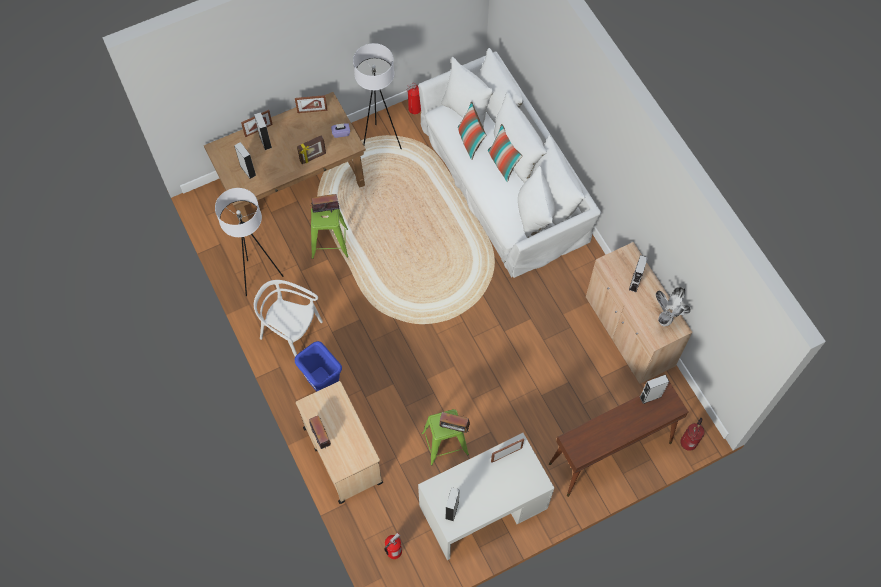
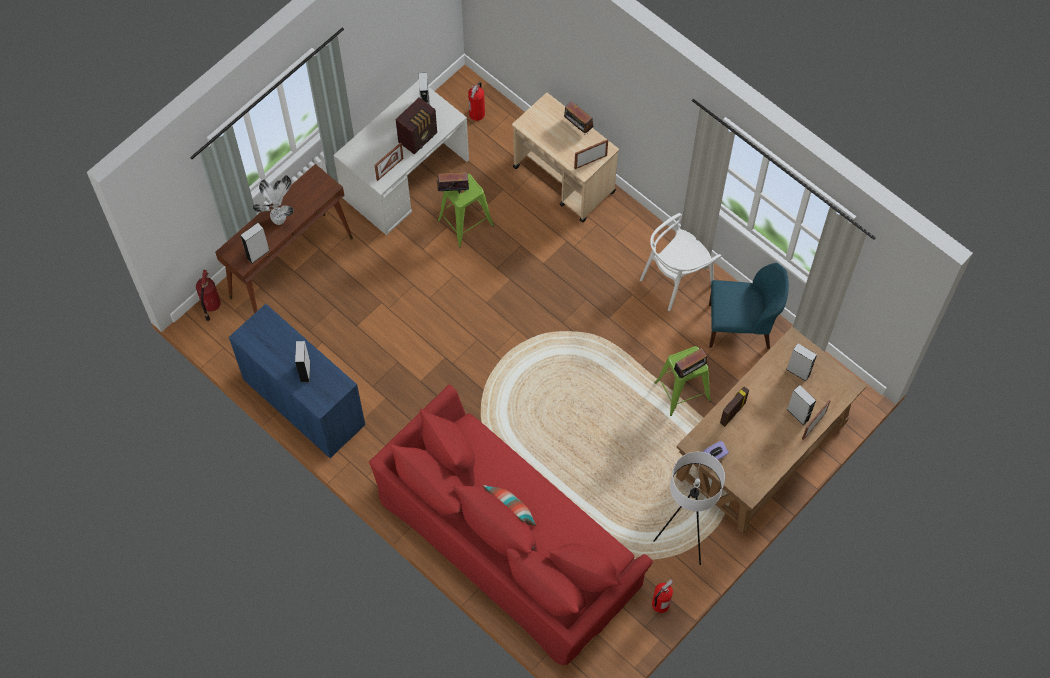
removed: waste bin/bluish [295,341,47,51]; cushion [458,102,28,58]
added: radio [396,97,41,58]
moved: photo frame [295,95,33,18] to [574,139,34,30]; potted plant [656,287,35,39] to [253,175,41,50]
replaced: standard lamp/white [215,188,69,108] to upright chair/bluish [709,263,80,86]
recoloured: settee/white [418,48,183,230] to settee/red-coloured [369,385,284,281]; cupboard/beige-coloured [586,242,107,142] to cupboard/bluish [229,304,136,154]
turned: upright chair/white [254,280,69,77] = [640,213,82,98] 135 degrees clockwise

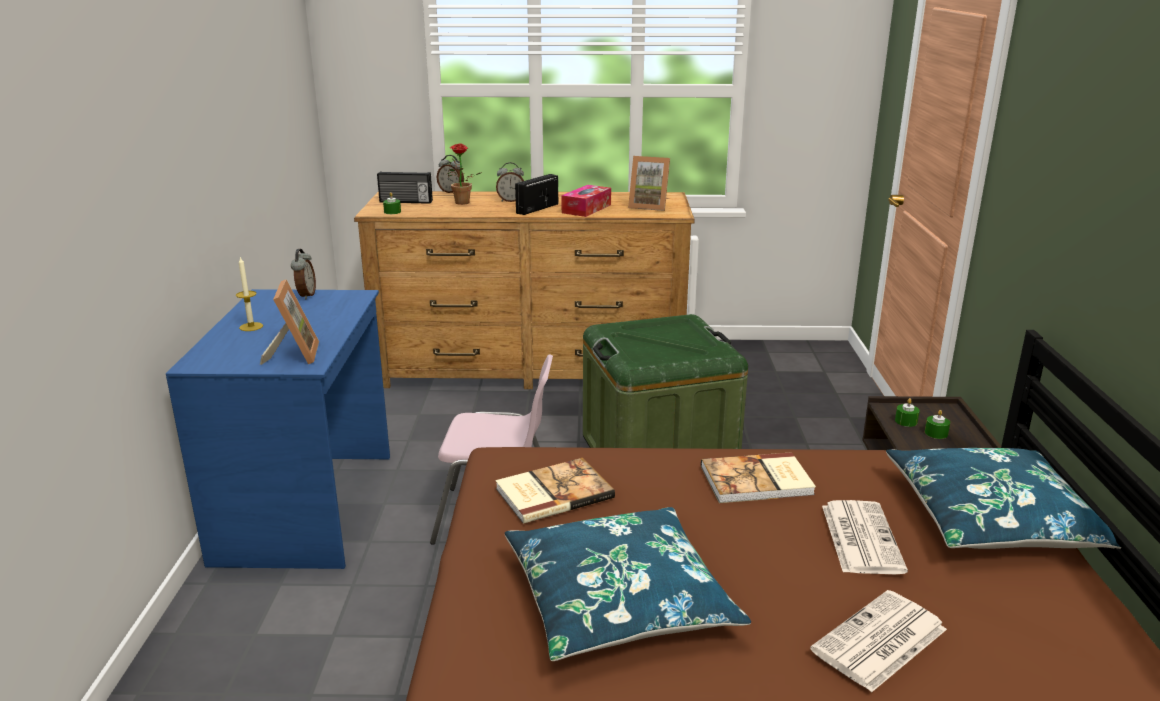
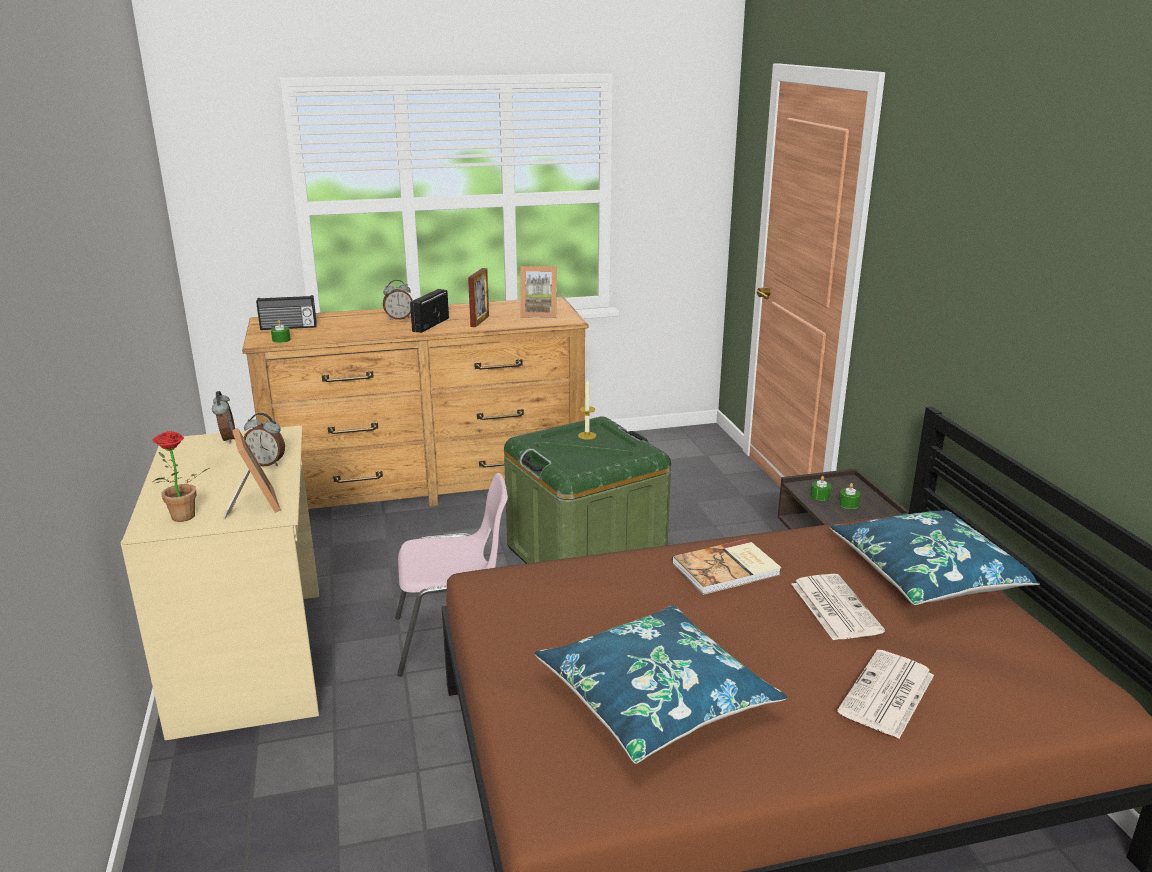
removed: bound book [495,458,120,66]
moved: wax light [236,257,27,74] to [578,379,18,61]; alarm clock [437,155,27,38] to [244,413,41,53]; potted plant [447,143,35,62] to [152,431,57,91]
replaced: tissue holder [562,185,49,32] to photo frame [468,268,21,59]
recoloured: desk/bluish [166,289,224,280] to desk/beige-coloured [121,426,198,314]

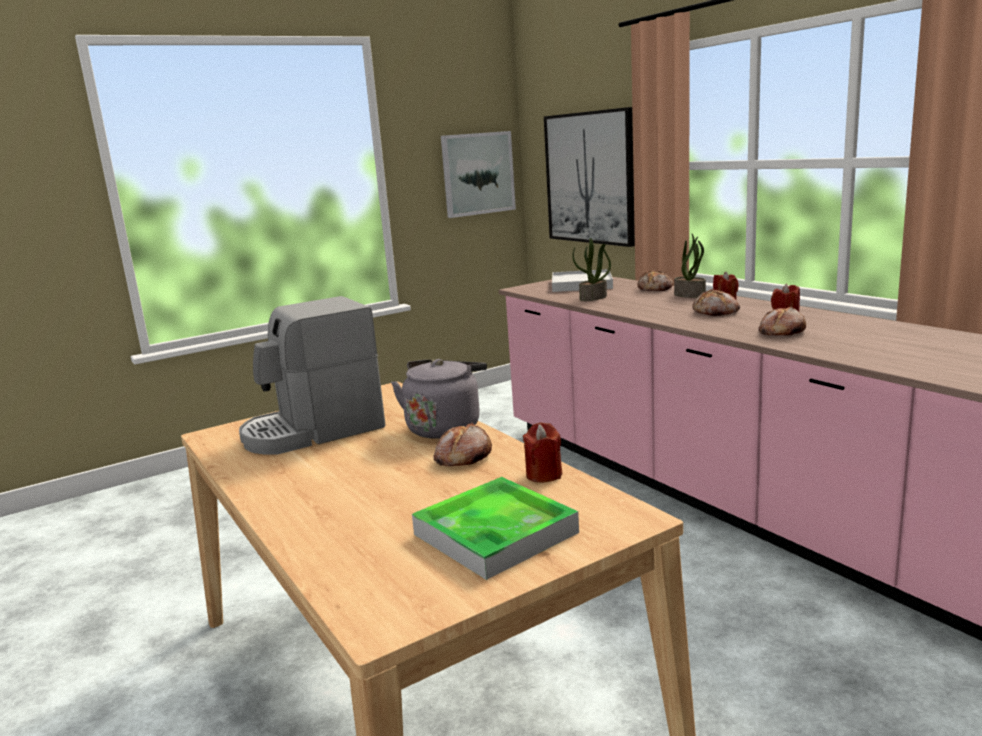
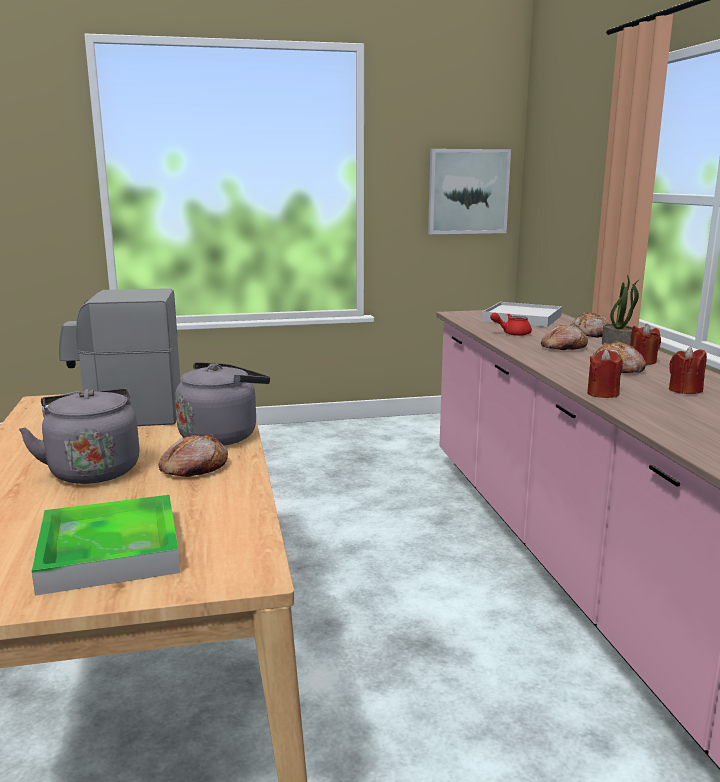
removed: wall picture [544,107,91,140]
added: tea kettle/grey [19,388,121,96]
moved: wax light/red-coloured [523,422,39,60] to [587,349,36,49]; bakery bread [758,307,48,28] to [541,325,47,25]
replaced: potted plant [572,238,39,63] to tea pot/red-coloured [490,312,42,24]

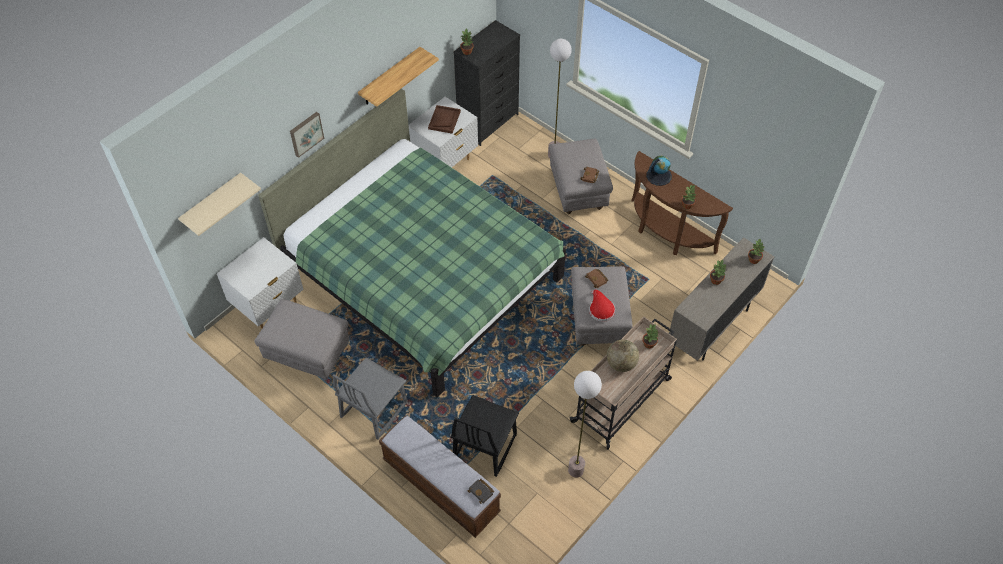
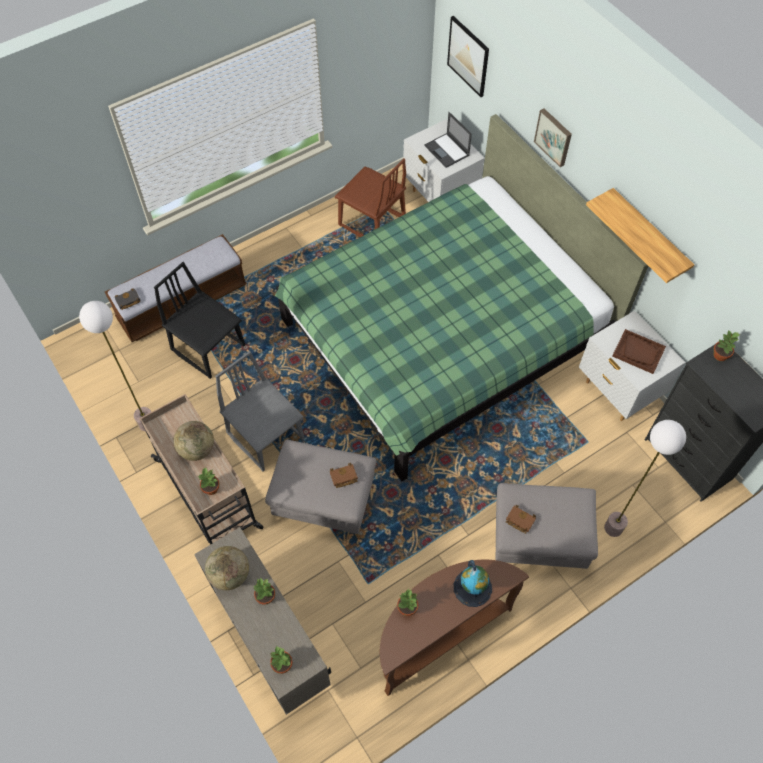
removed: hat/red-coloured [589,290,26,32]
added: globe [205,546,44,44]; portable computer [424,112,48,56]
moved: upright chair/grey [332,357,76,83] to [215,351,90,121]
replaced: shelf/beige-coloured [178,173,83,63] to wall picture [447,16,42,81]; ottoman/grey [254,299,96,81] to upright chair/brownish [335,158,71,79]

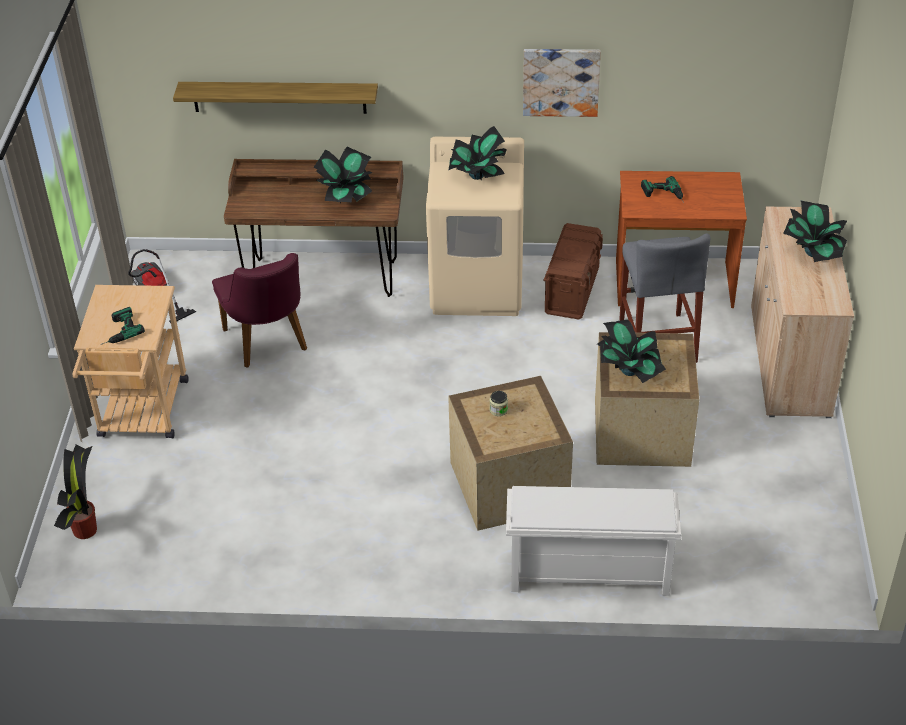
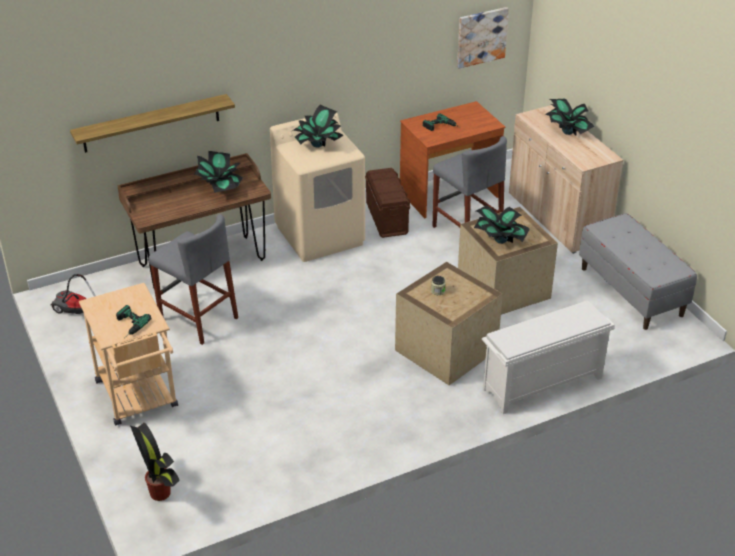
added: long seat/grey [579,213,118,117]
moved: wall picture [523,49,78,68] to [457,7,52,62]
replaced: upright chair/purple-coloured [212,253,95,115] to sitting stool/grey [149,214,89,131]

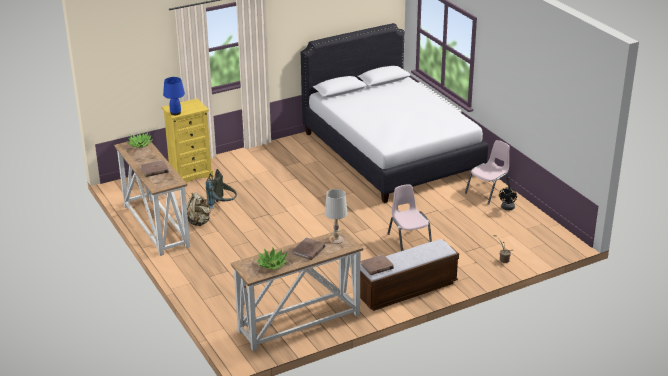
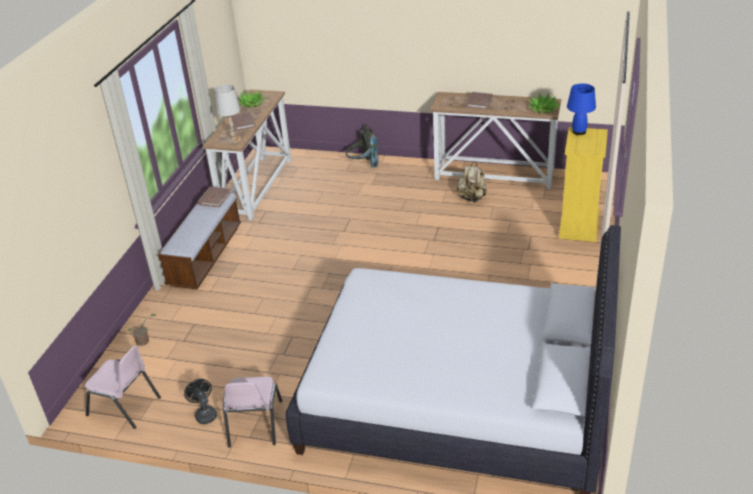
moved: knapsack/grey [206,169,31,40] to [346,124,33,44]; upright chair/pinkish [387,185,45,66] to [85,345,76,84]

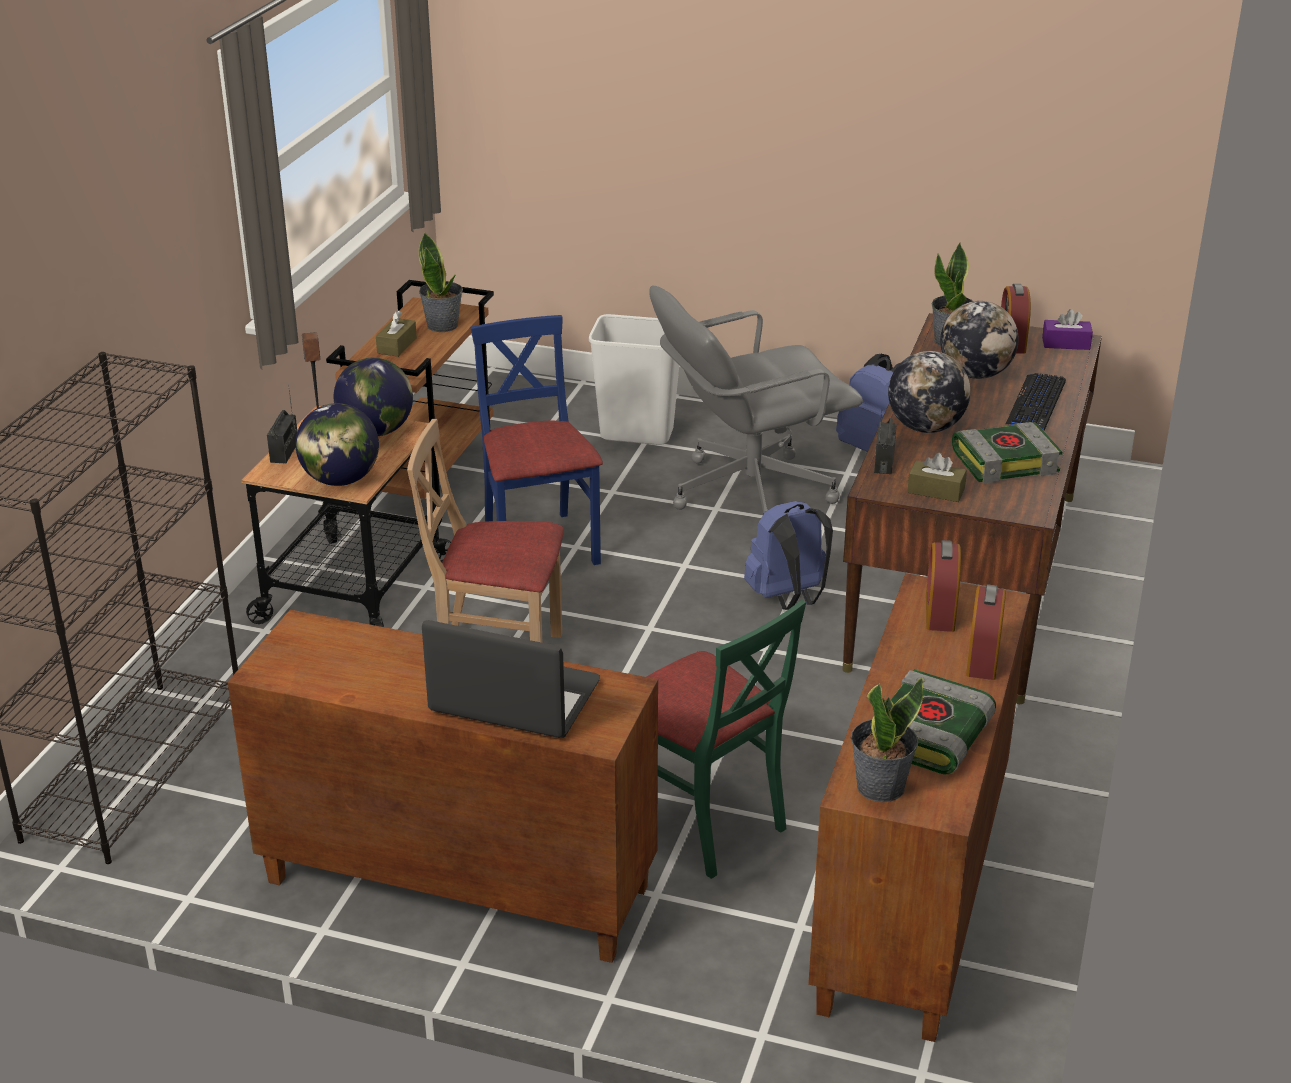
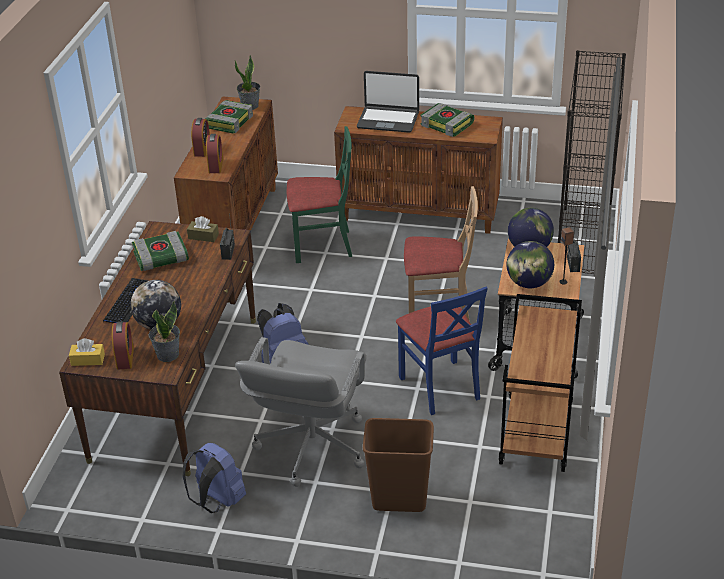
removed: tissue holder/brownish [376,311,41,46]; potted plant [419,232,44,100]; globe [888,351,82,82]
added: bound book [420,103,55,34]
recoloured: waste bin/white [589,314,90,131] to waste bin/brownish [363,418,71,94]; tissue holder/purple-coloured [1042,309,51,41] to tissue holder/yellowish [69,338,36,28]
turned: upright chair/green [647,599,159,280] = [287,126,65,137] 135 degrees clockwise; office chair/grey [649,285,214,243] = [235,337,132,150] 135 degrees clockwise

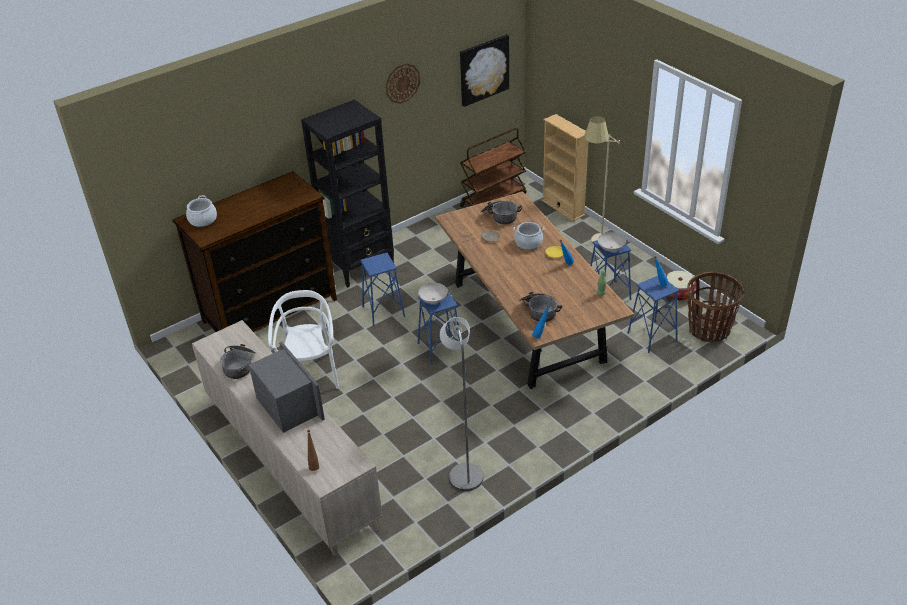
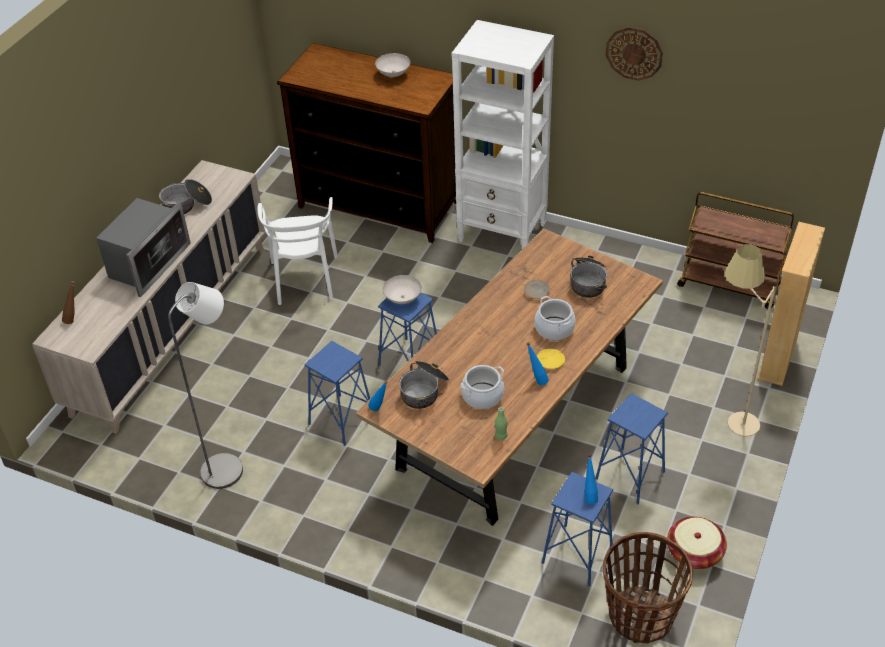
removed: wall picture [460,34,49,73]
moved: saucepot [186,195,31,32] to [461,365,43,44]; sitting stool/bluish [360,253,45,73] to [305,341,65,105]; serving bowl/white [598,232,28,20] to [375,53,36,24]
recoloured: bookshelf/blackish [301,100,93,188] to bookshelf/white [452,20,102,229]
turned: upright chair/white [268,290,71,99] = [257,197,81,108] 120 degrees clockwise

